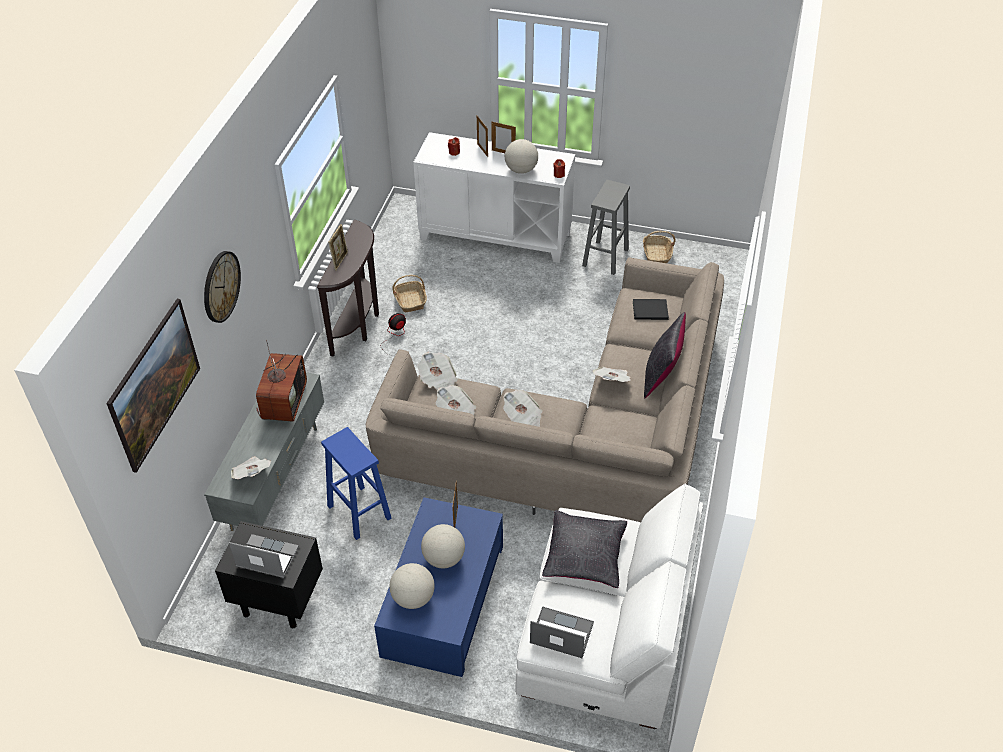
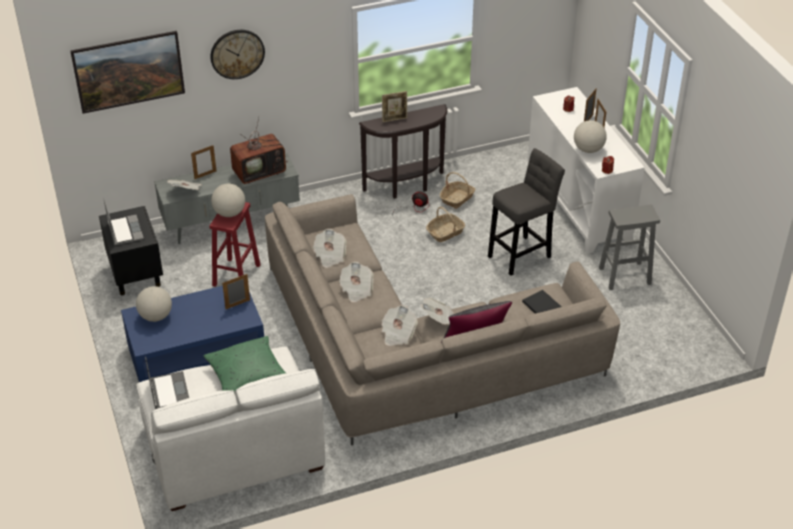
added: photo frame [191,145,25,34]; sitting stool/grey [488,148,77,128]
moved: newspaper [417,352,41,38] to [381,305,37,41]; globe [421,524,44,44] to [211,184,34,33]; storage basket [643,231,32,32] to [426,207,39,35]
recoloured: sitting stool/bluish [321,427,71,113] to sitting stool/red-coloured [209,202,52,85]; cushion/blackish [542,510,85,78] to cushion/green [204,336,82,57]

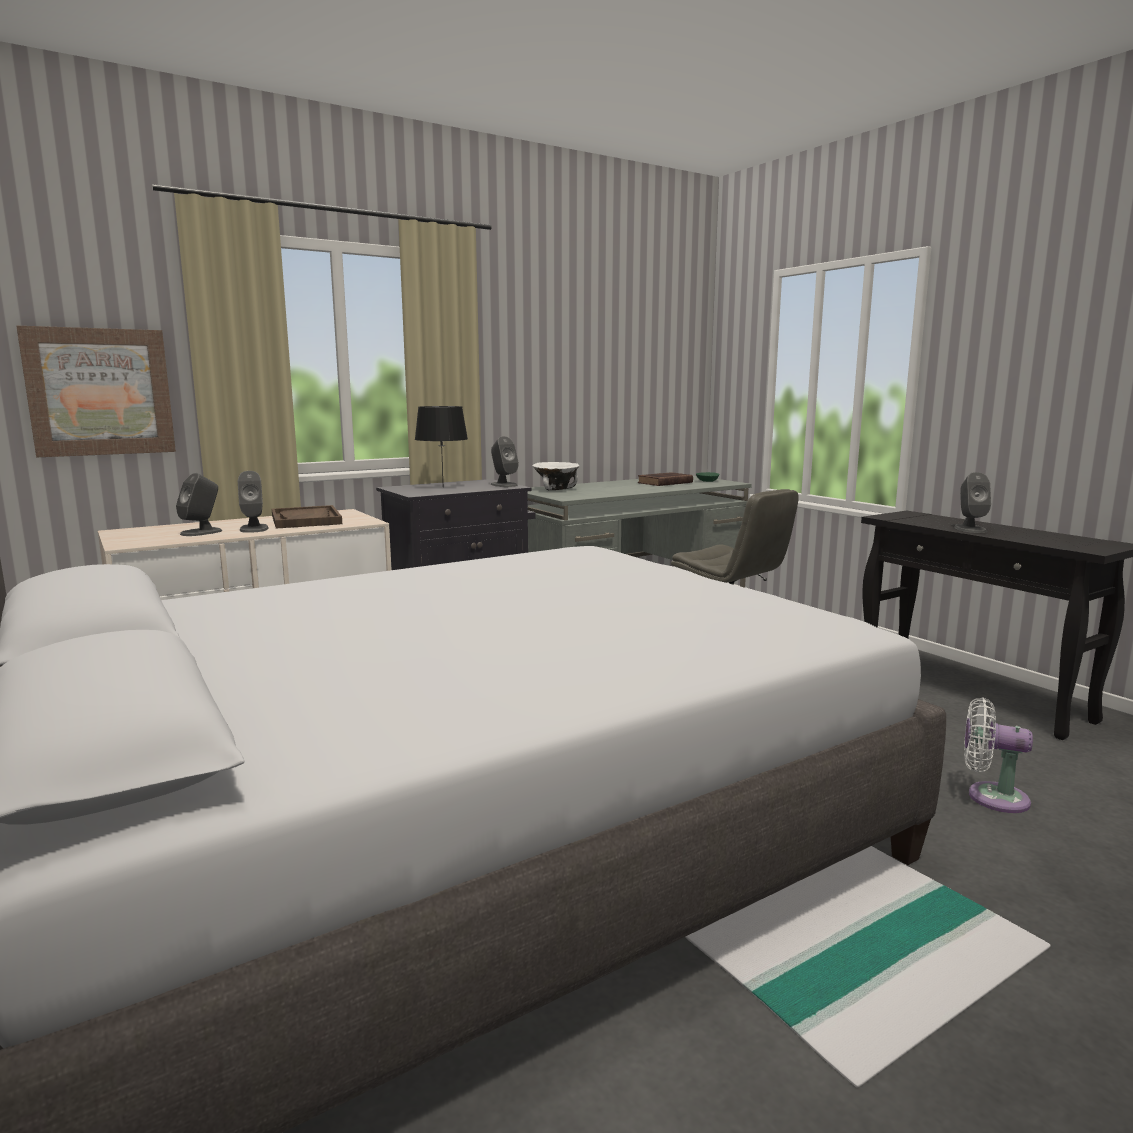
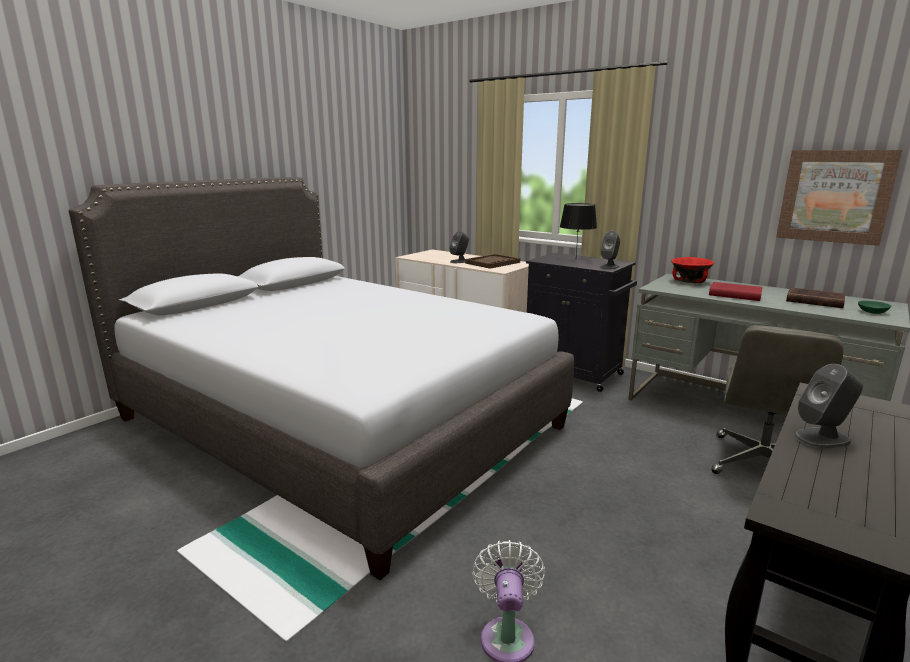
removed: speaker/grey [176,473,46,63]
added: bound book/red-coloured [709,282,54,19]
moved: wall picture [16,326,160,131] to [776,150,126,96]
recoloured: serving bowl/white [533,462,46,28] to serving bowl/red-coloured [671,257,43,26]

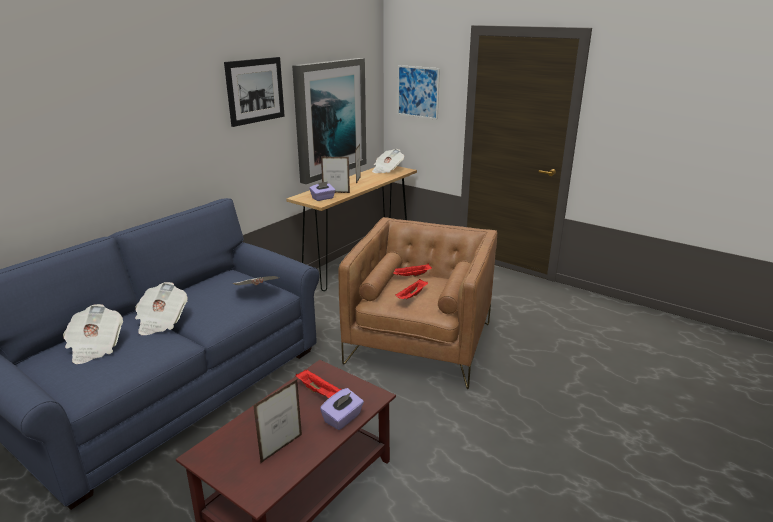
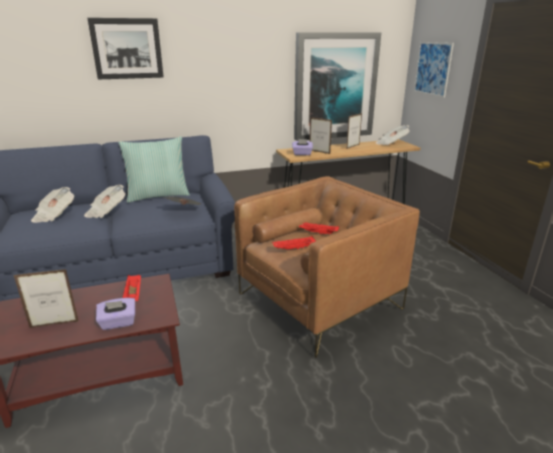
added: cushion [118,137,72,66]
moved: wall picture [224,57,61,70] to [88,18,76,61]

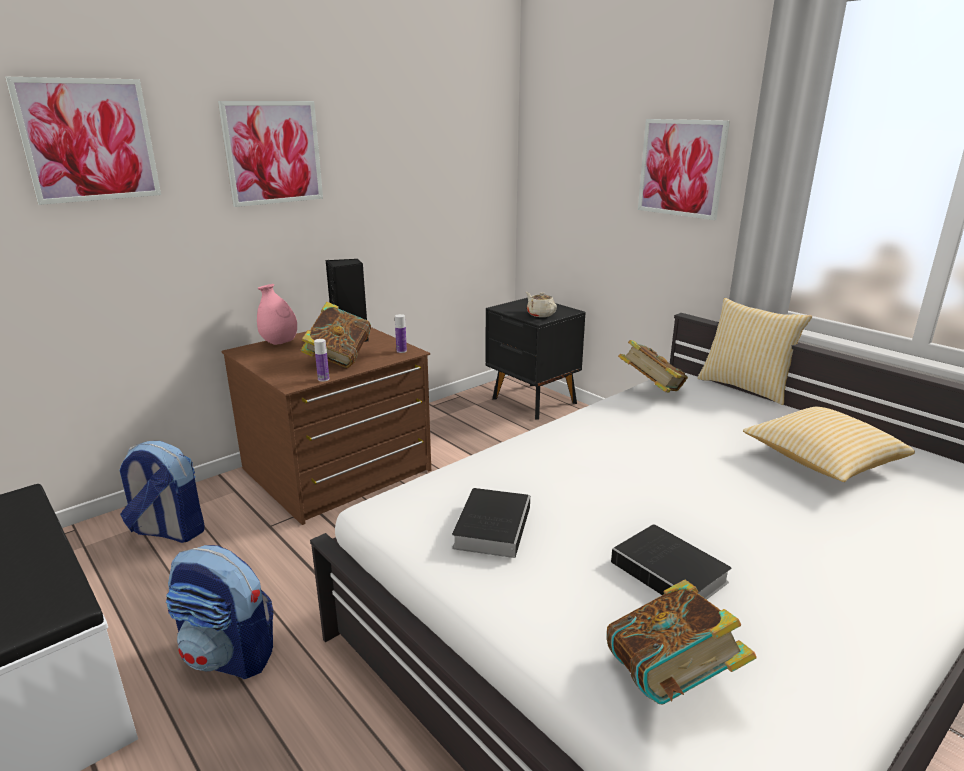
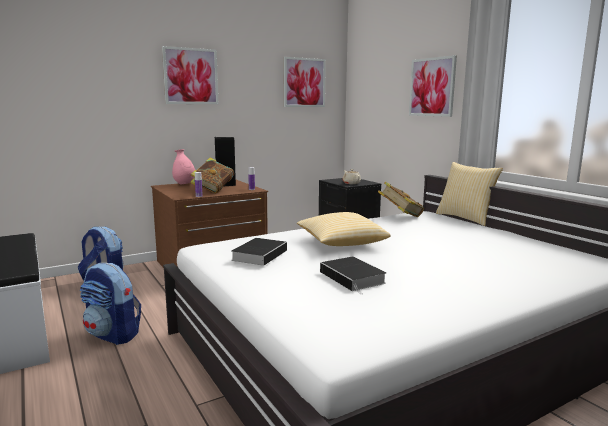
removed: bound book [607,579,150,125]
moved: wall picture [5,77,156,128] to [284,57,42,50]; cushion [743,407,172,75] to [297,212,93,34]

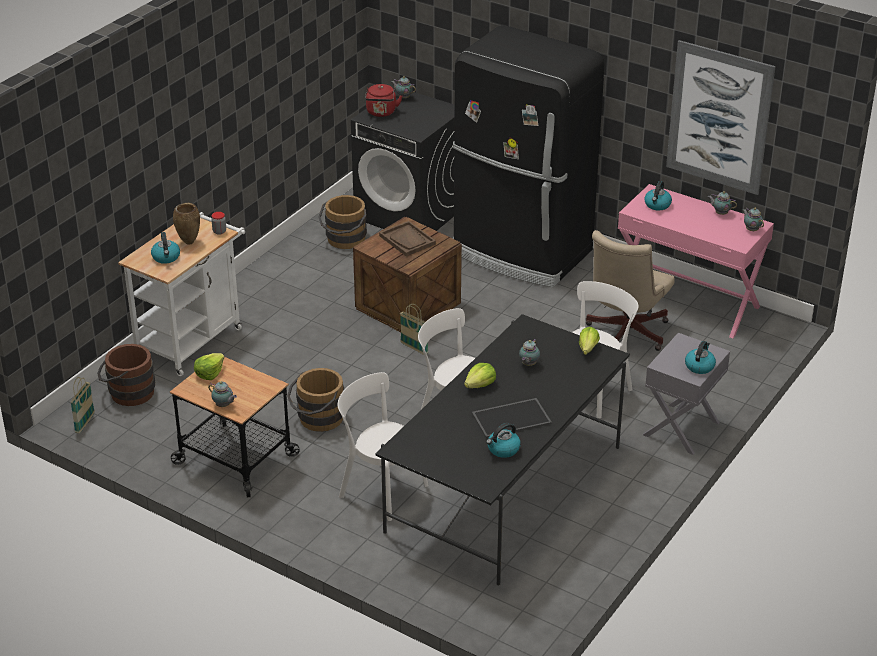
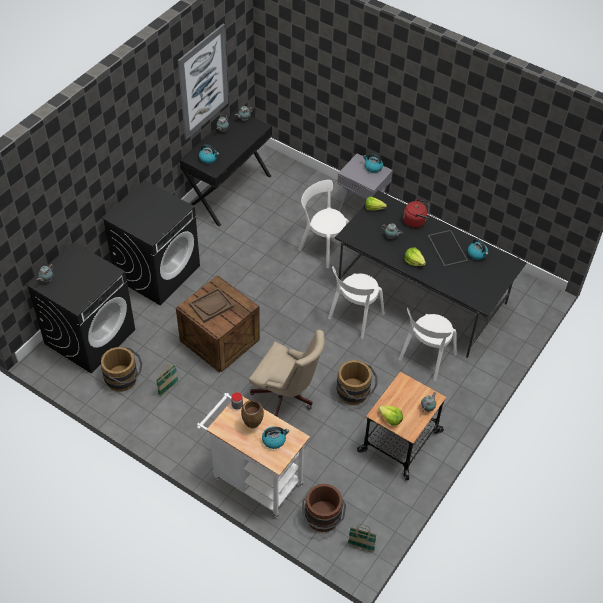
moved: tea kettle/red-coloured [365,84,38,33] to [403,199,27,29]; storage basket [400,304,29,51] to [156,363,22,33]; office chair/beige-coloured [586,230,89,121] to [249,330,76,87]
replaced: kitchen fridge/blackish [453,25,151,262] to laundry machine/blackish [102,180,98,126]
recoloured: desk/pinkish [618,184,156,154] to desk/blackish [180,109,92,118]

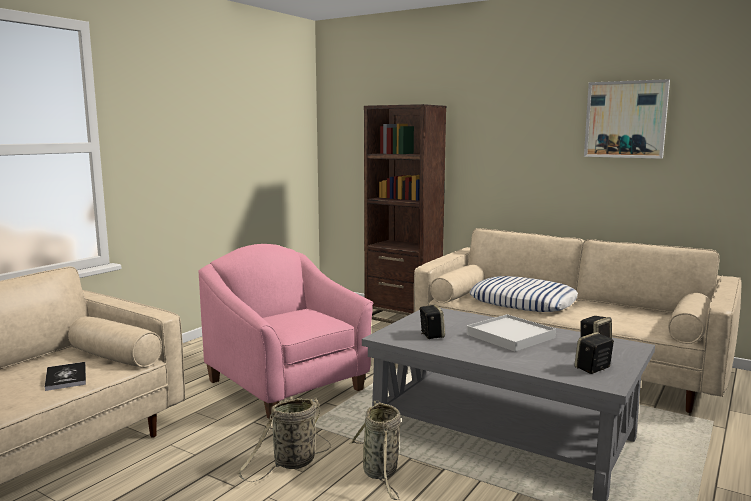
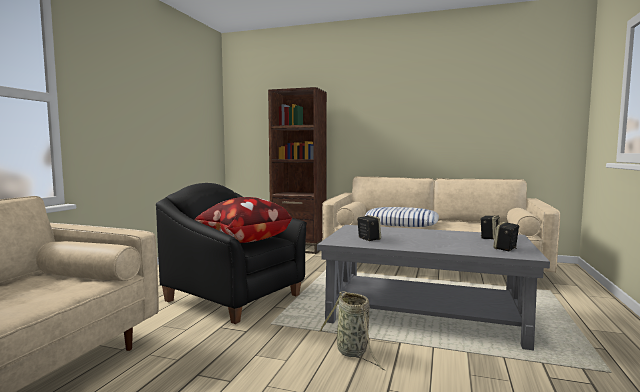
removed: bound book [45,362,41,29]; storage basket [237,397,94,85]; carrying tray/white [466,314,90,38]; wall picture [584,79,86,80]
added: cushion [195,197,97,46]
recoloured: easy chair/pinkish [198,244,175,176] to easy chair/blackish [156,183,151,141]

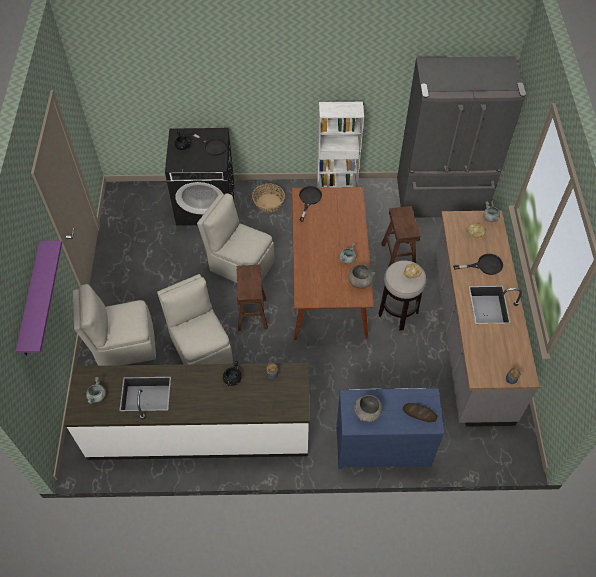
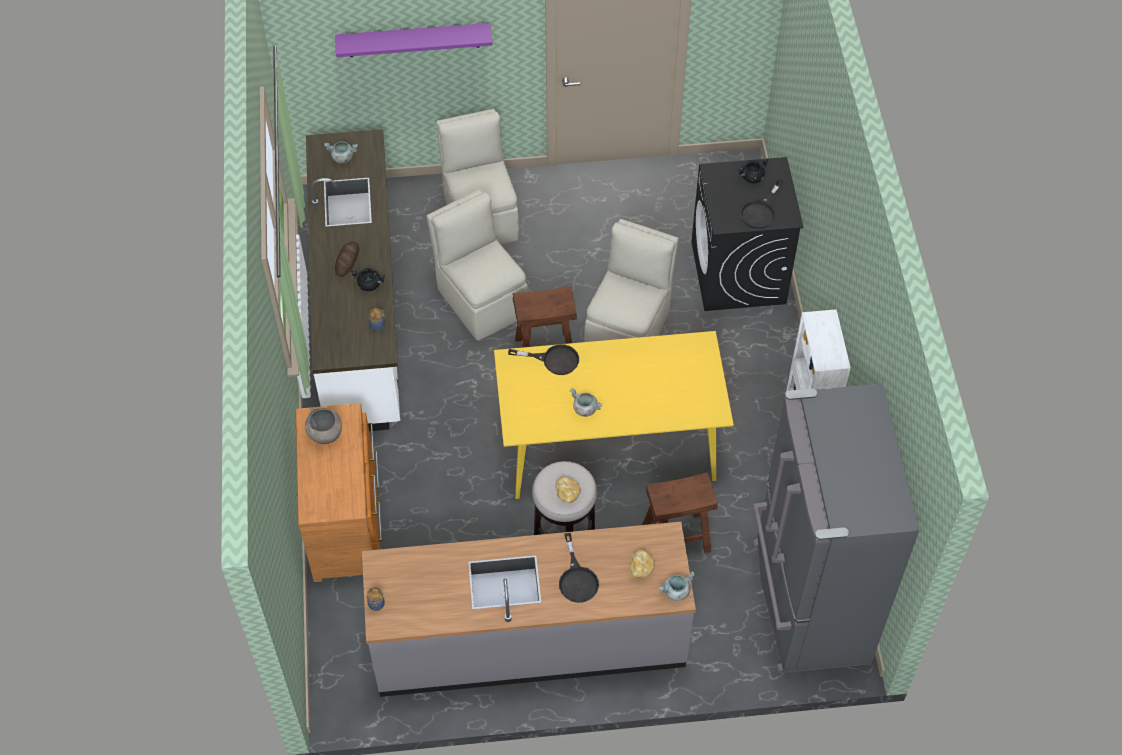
removed: storage basket [252,183,33,30]; serving bowl/grey [348,264,27,25]
moved: pan/blackish [299,186,23,36] to [508,344,71,31]; bakery bread [403,403,34,19] to [335,241,24,36]
recoloured: dining table/brownish [292,187,82,153] to dining table/yellowish [494,331,240,168]; dresser/bluish [336,388,109,81] to dresser/brownish [295,403,87,179]
turned: upright chair/beige-coloured [157,274,76,91] = [426,190,102,150] 90 degrees counterclockwise

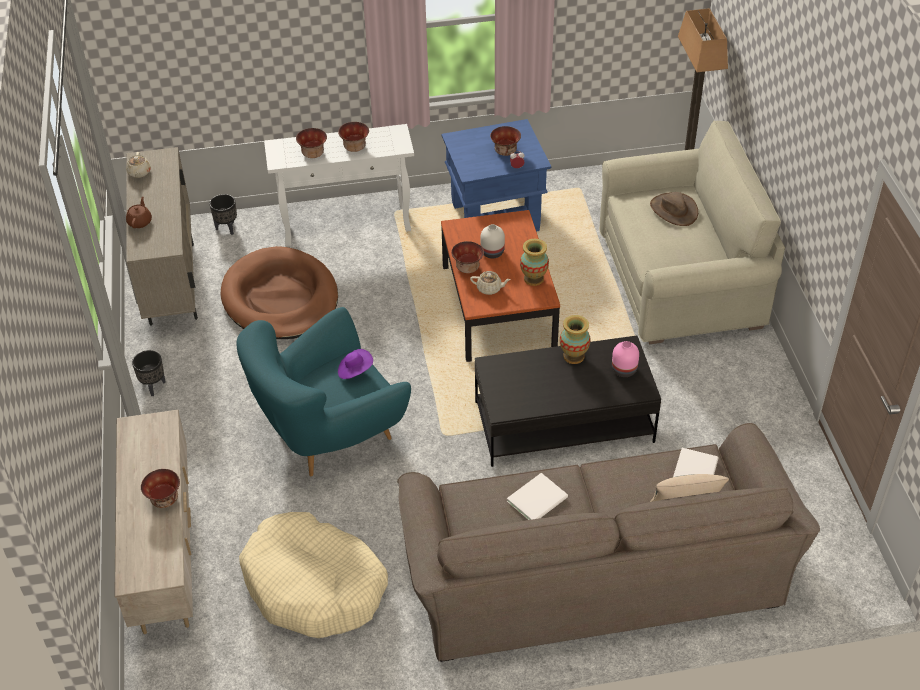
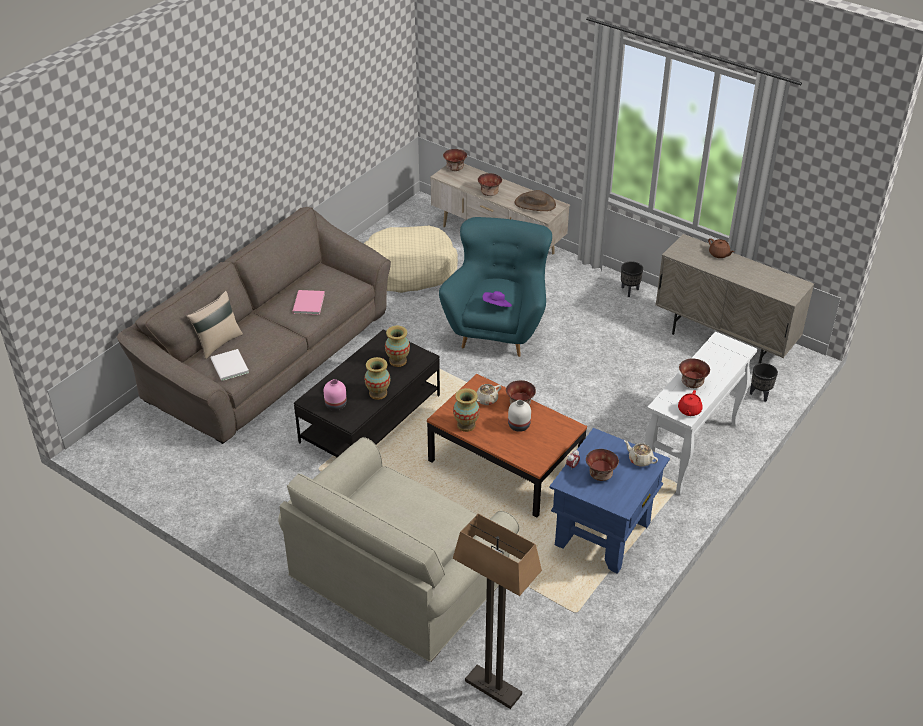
removed: dog cushion/brownish [221,246,117,93]
added: flower vase [385,326,25,41]; tea pot/red-coloured [678,390,25,26]
moved: tea pot/beige-coloured [126,152,25,26] to [624,440,34,27]; serving bowl [296,128,31,30] to [443,149,24,22]; hat/brownish [650,192,48,34] to [514,190,42,21]
recoloured: bound book/white [507,473,61,47] to bound book/pinkish [292,290,33,25]

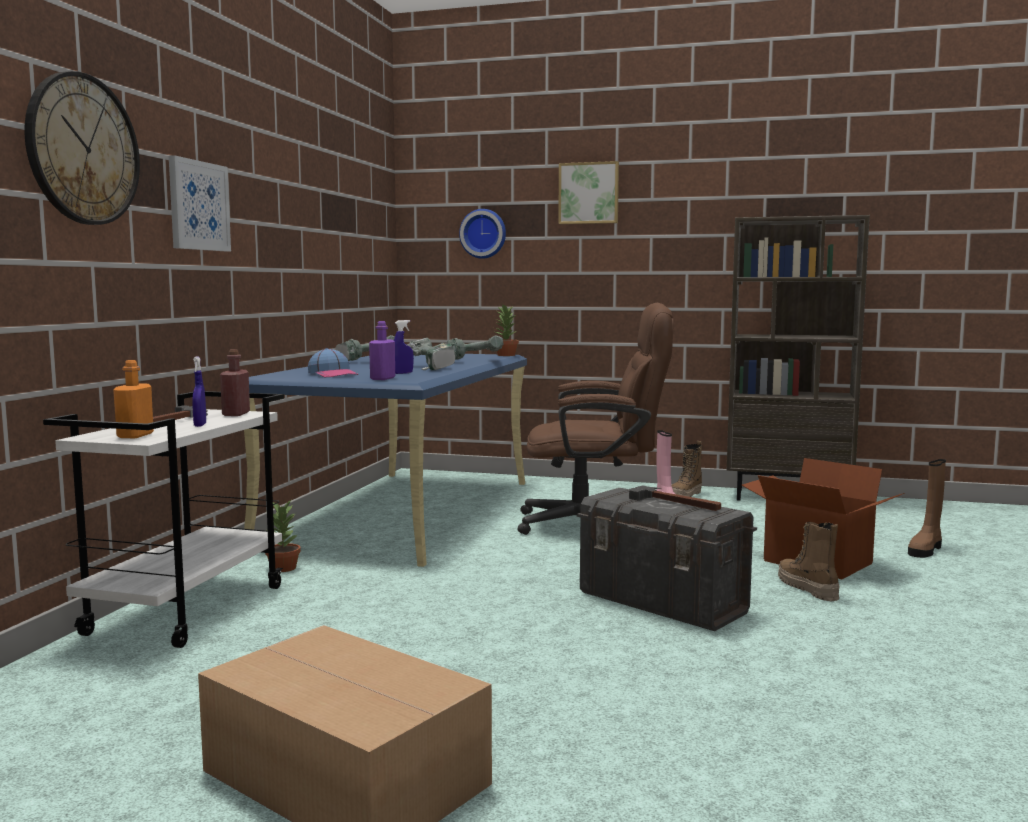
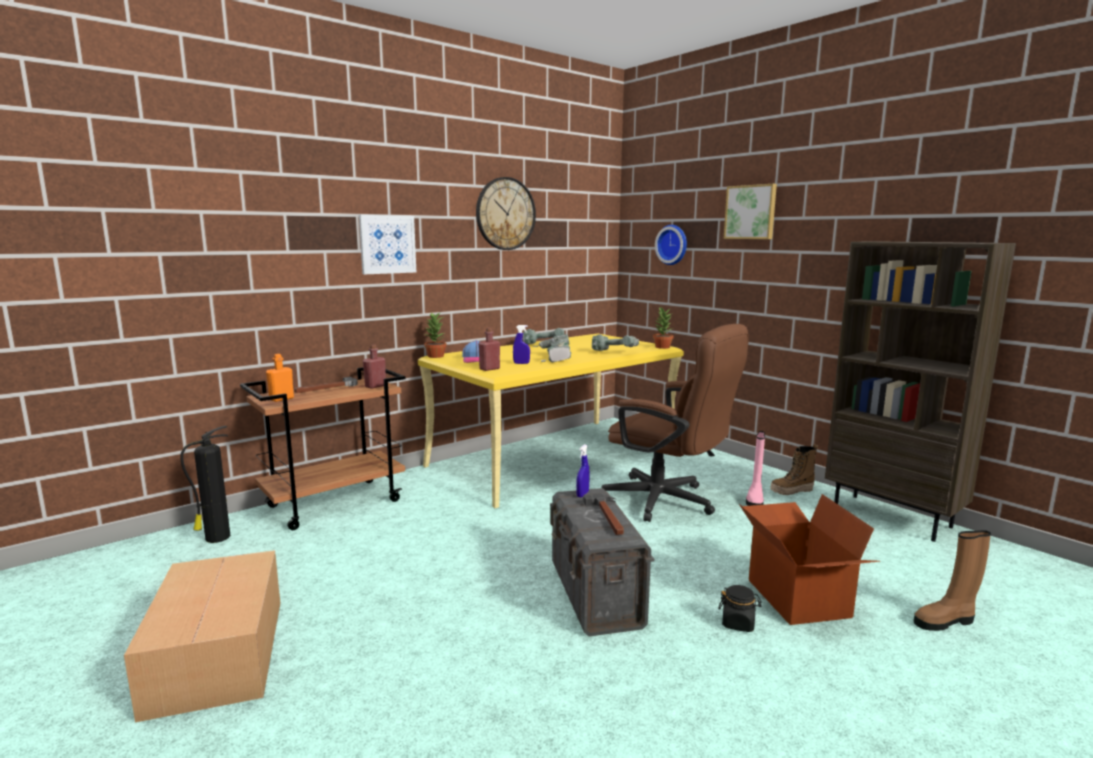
added: fire extinguisher [180,426,50,117]
moved: hanging clock [24,71,116,154] to [476,177,60,73]; hand sprayer/bluish [192,356,14,71] to [576,444,14,53]; potted plant [265,501,36,71] to [424,312,22,46]
replaced: high-top boot [778,522,62,79] to storage jar/blackish [719,585,42,47]
recoloured: wheeled cart/white [43,391,241,257] to wheeled cart/brownish [240,367,166,163]; desk/bluish [244,354,283,213] to desk/yellowish [418,334,266,174]; drink bottle/purple-coloured [369,321,26,59] to drink bottle/red-coloured [478,328,22,43]

